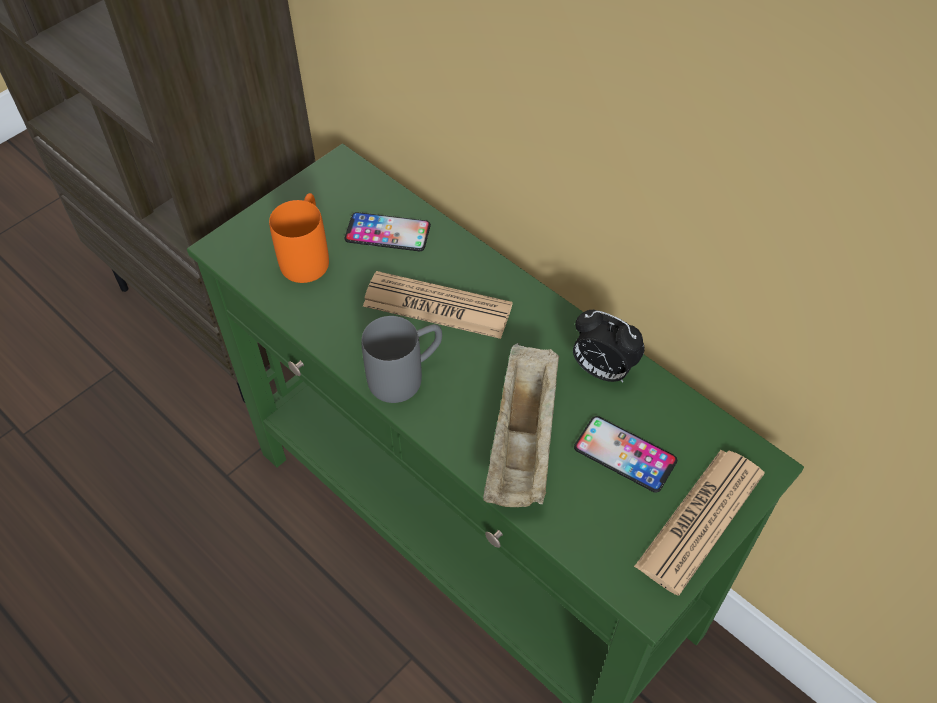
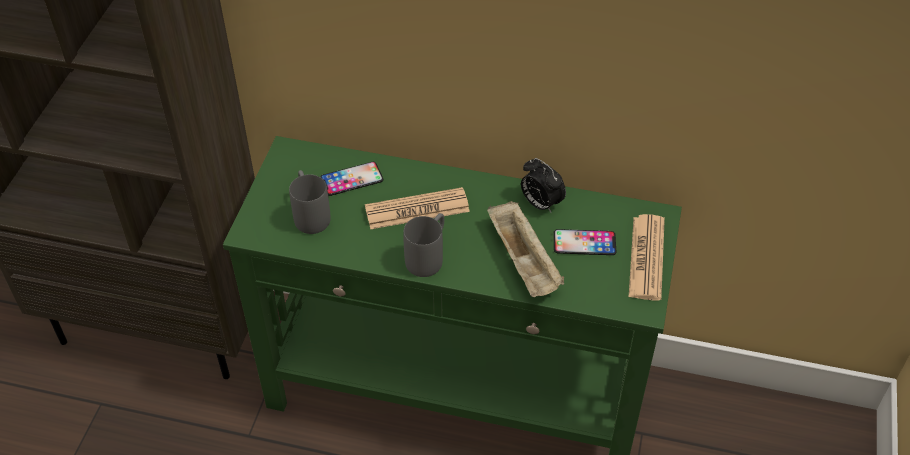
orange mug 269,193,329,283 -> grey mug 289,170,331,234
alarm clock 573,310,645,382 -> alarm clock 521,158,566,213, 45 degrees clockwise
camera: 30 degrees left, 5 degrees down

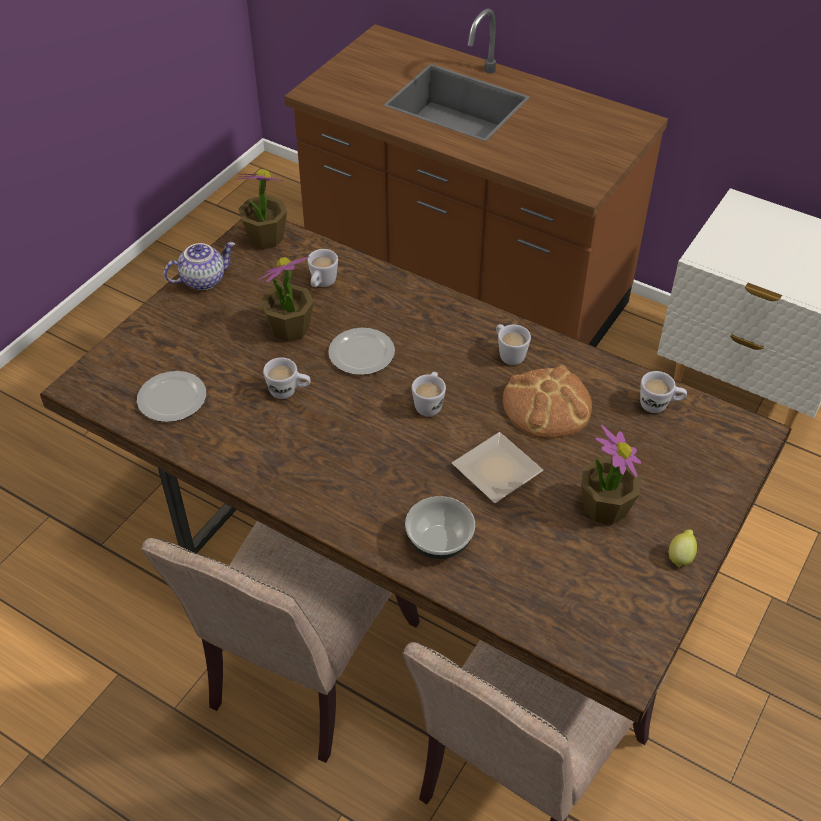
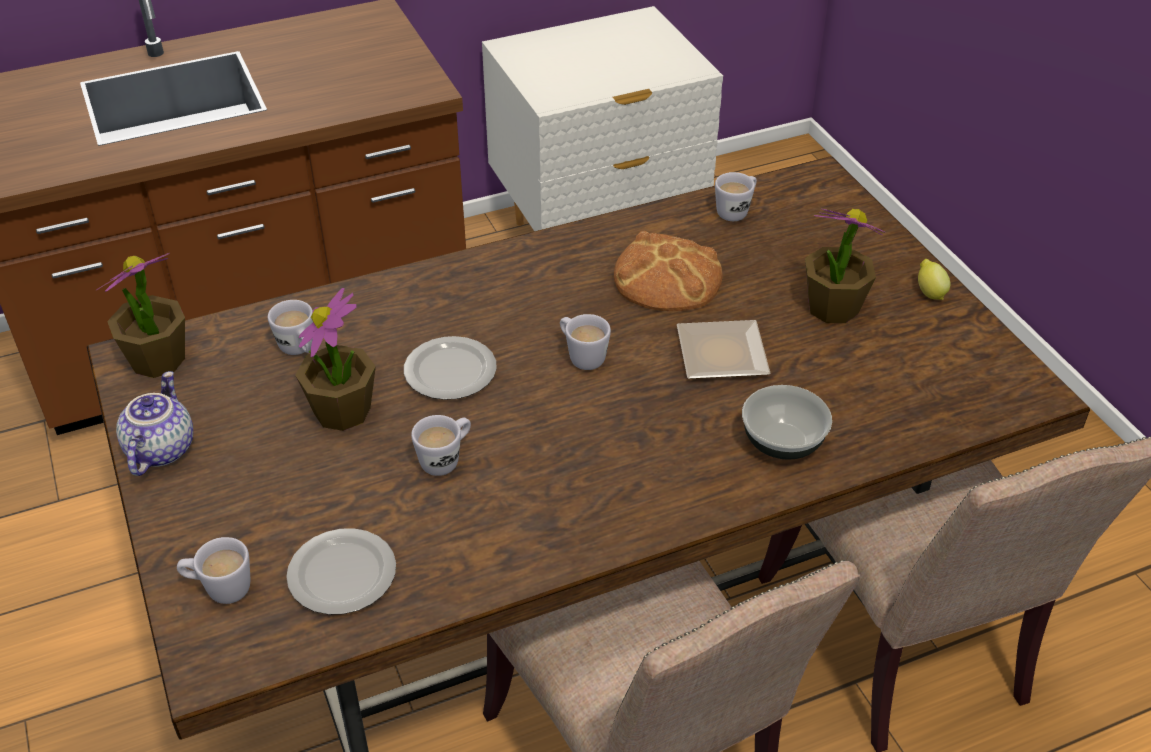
white mug 496,324,531,365 -> white mug 177,537,250,604, moved
camera: 55 degrees left, 5 degrees down

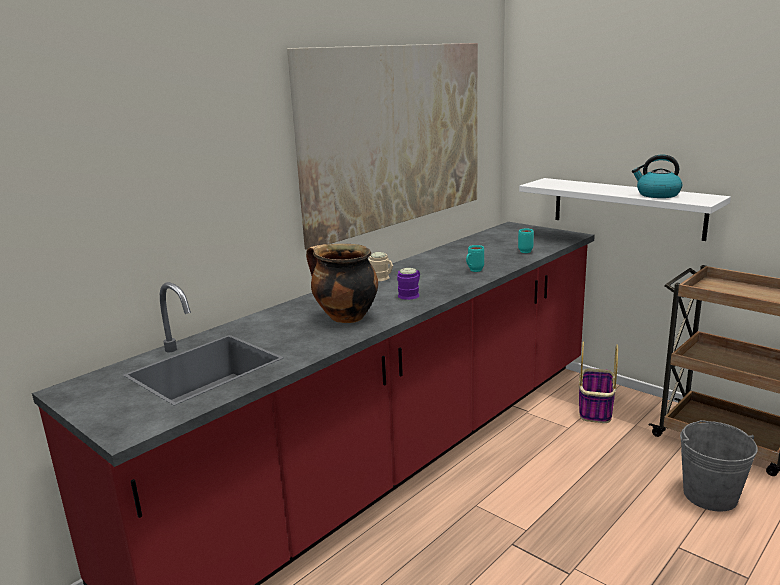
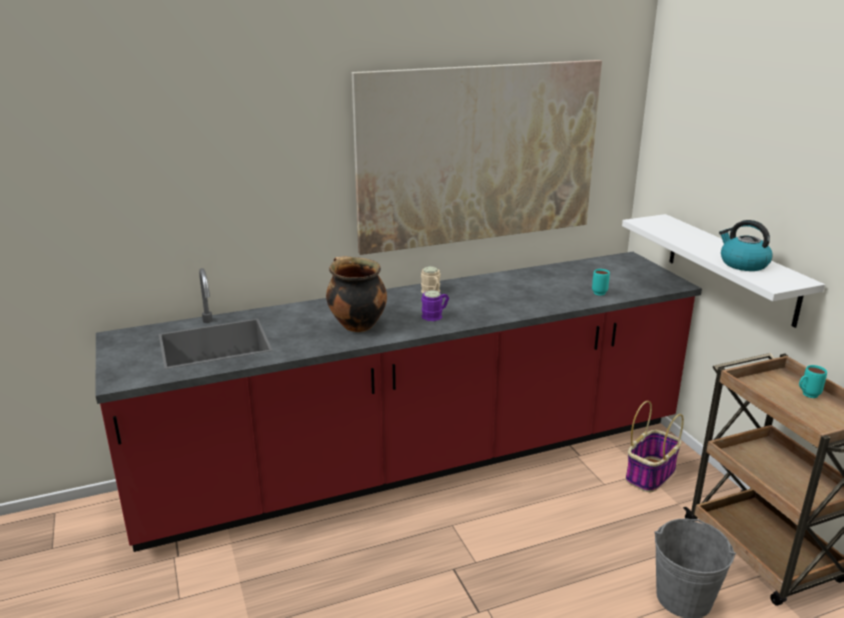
turquoise mug 466,245,484,272 -> turquoise mug 799,365,827,398, moved
camera: 25 degrees right, 5 degrees up

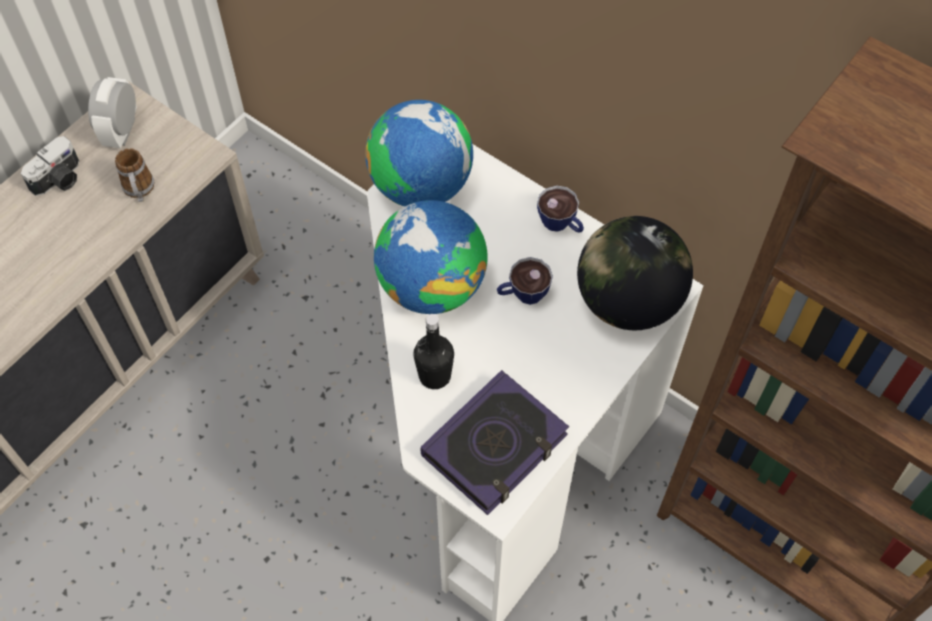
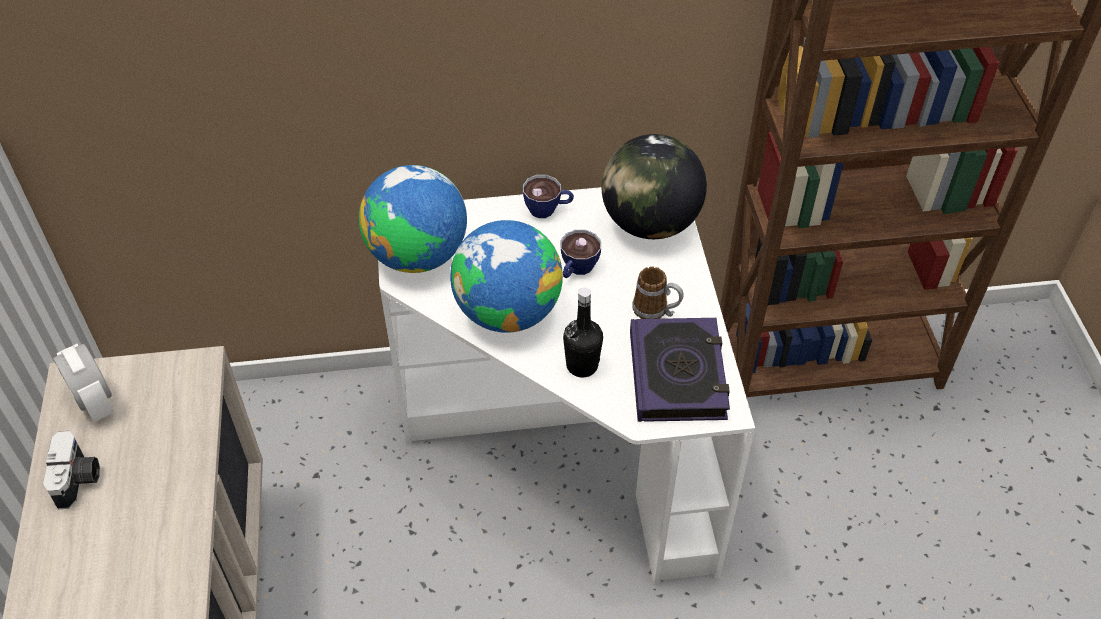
mug 115,148,155,202 -> mug 632,267,684,319, moved
camera: 45 degrees left, 10 degrees down

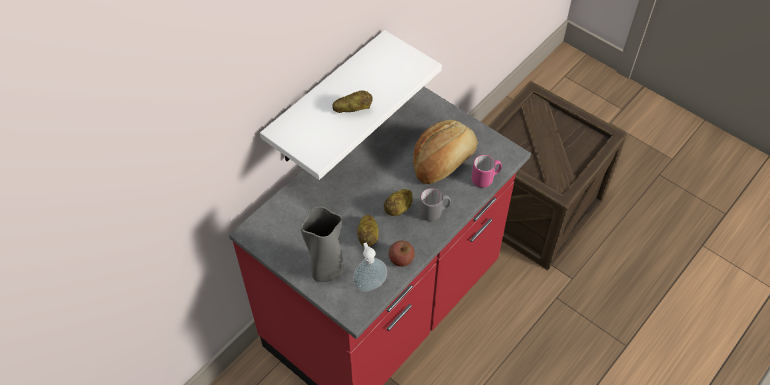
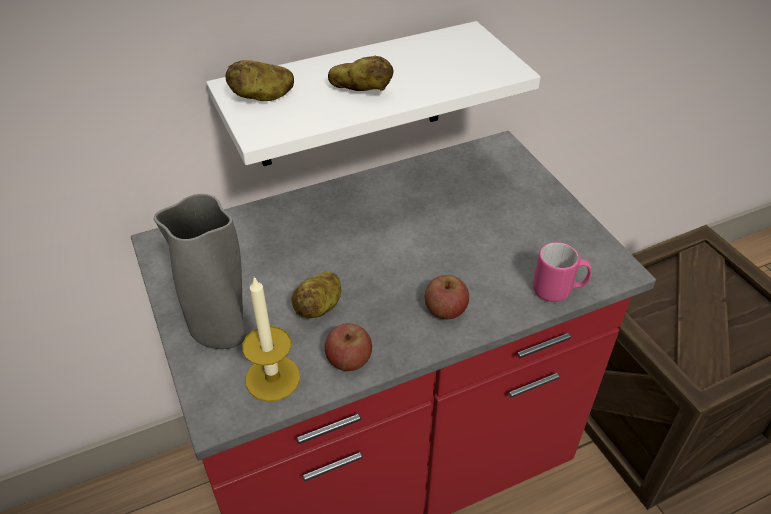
soap dispenser 353,243,387,292 -> candle 242,277,300,402
potato 384,189,412,216 -> potato 225,60,294,101, moved
bread 413,120,478,184 -> none
grey mug 419,188,451,221 -> apple 425,275,469,319
camera: 25 degrees right, 10 degrees down

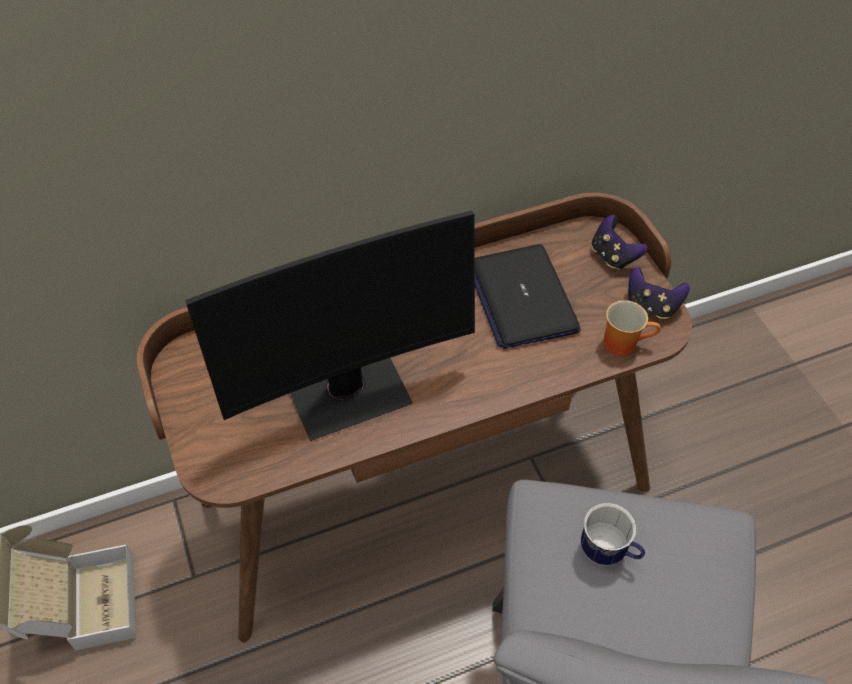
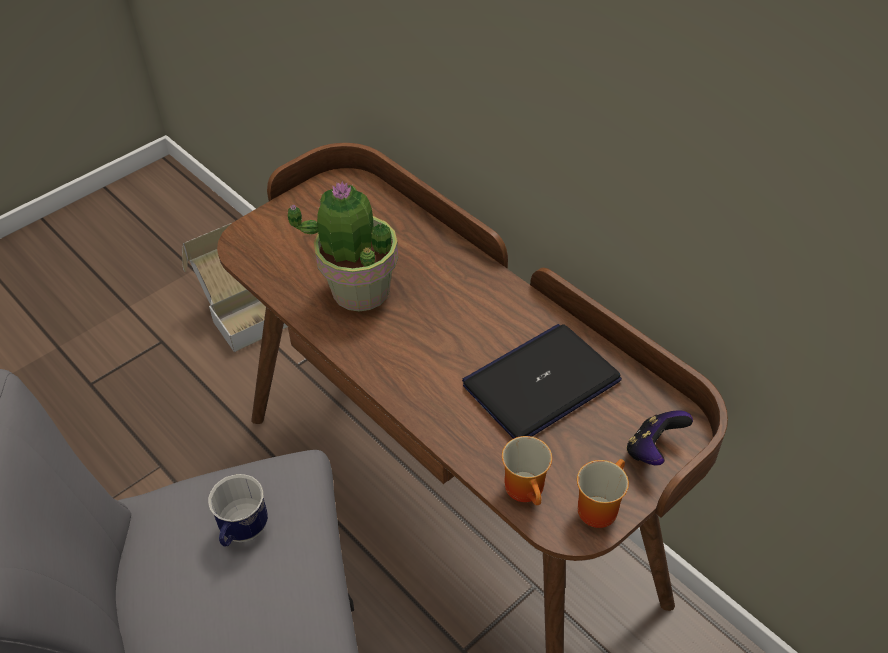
monitor 185,211,475,441 -> potted plant 288,181,398,312
game controller 628,267,690,319 -> mug 577,459,629,528
camera: 70 degrees right, 5 degrees down

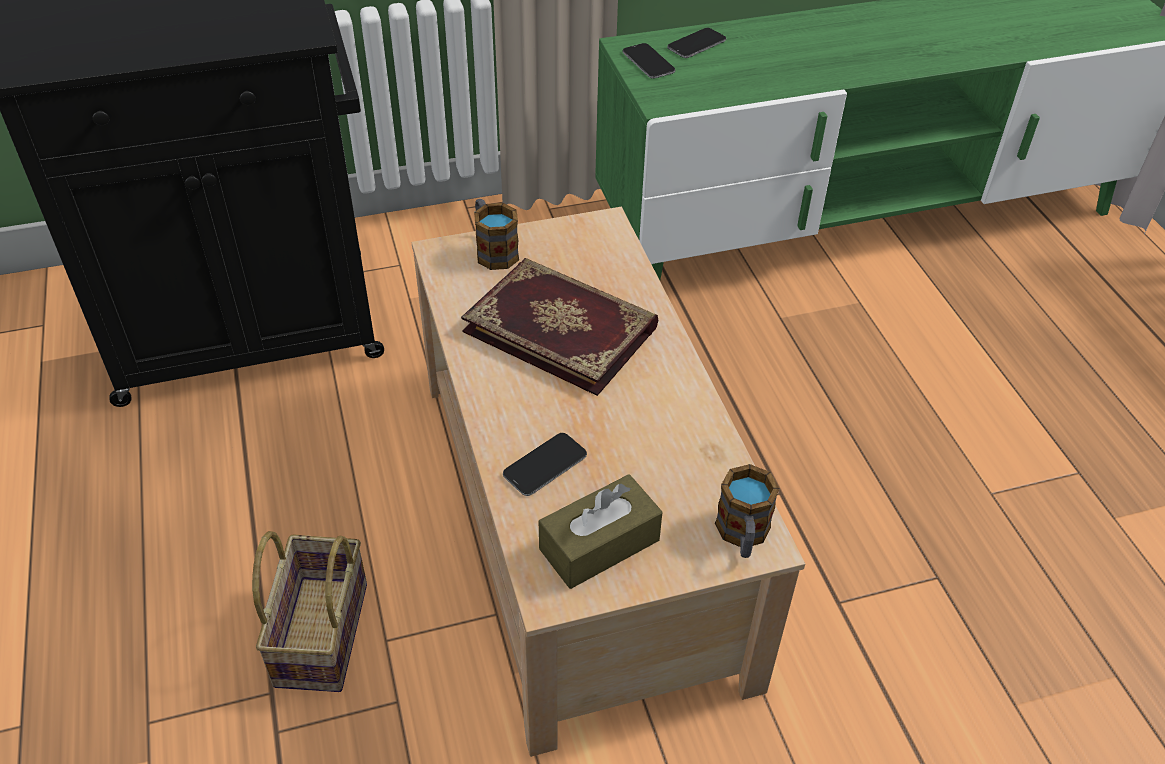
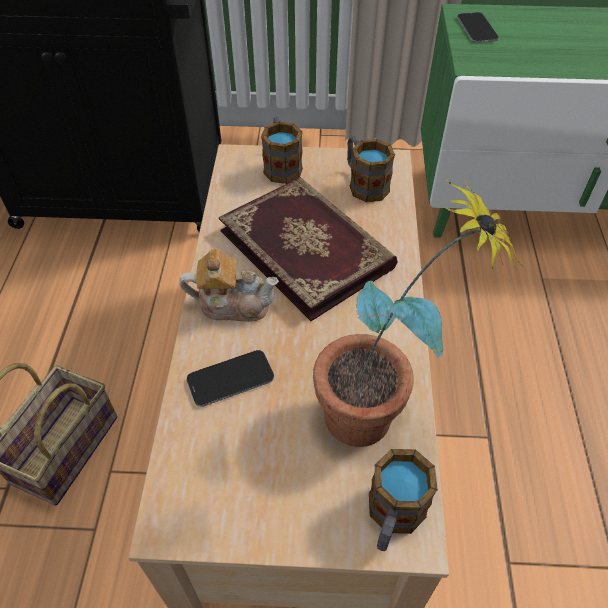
brown tissue box 539,474,663,589 -> none
phone 667,28,726,58 -> none
none -> teapot 179,248,279,322
none -> potted plant 313,178,521,447
none -> mug 347,136,395,202
camera: 20 degrees right, 5 degrees up

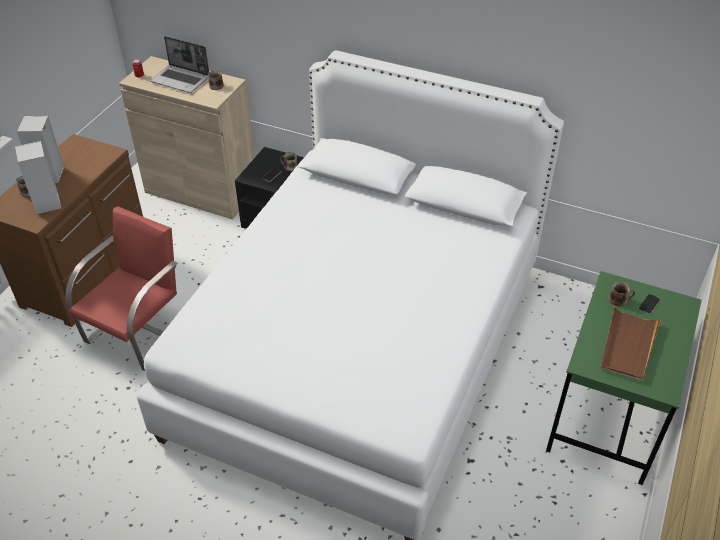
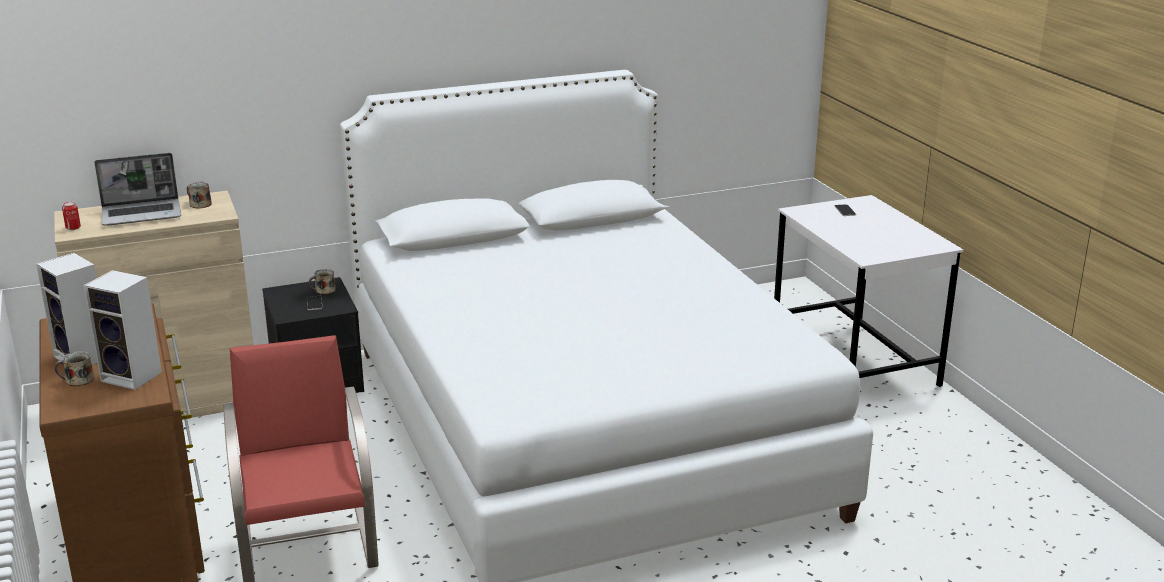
green desk 546,271,702,485 -> white desk 774,195,964,387
brown tray 600,305,661,382 -> none
mug 609,282,635,306 -> none
camera: 45 degrees left, 20 degrees down

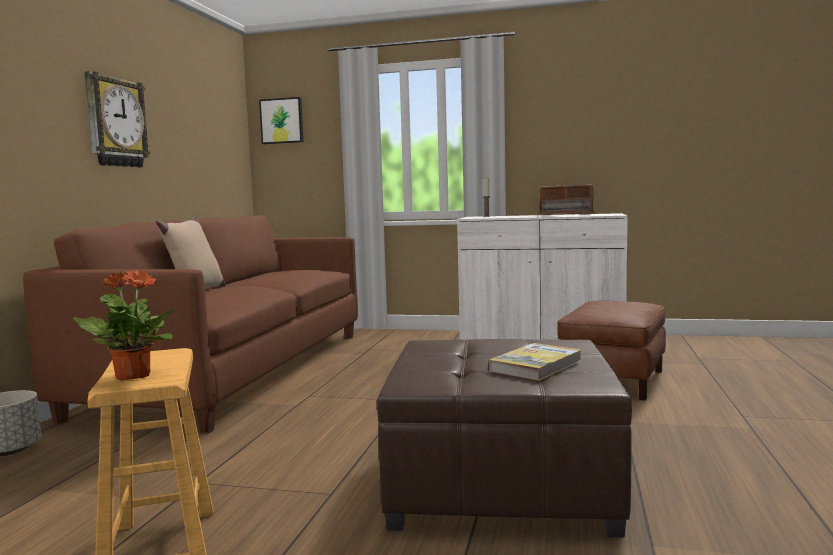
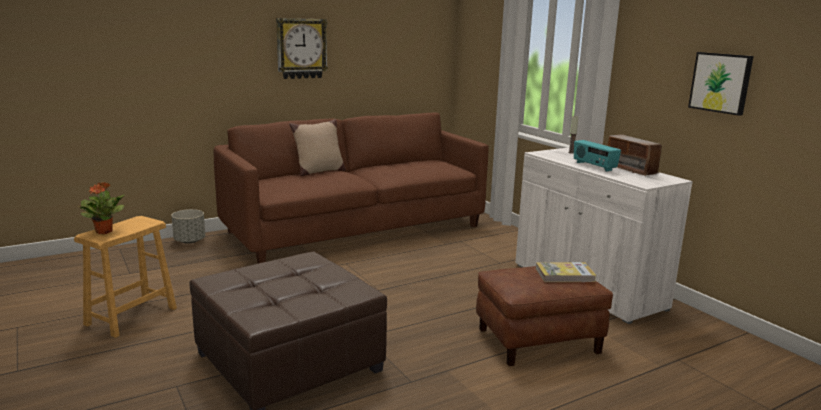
picture 259,97,304,144 -> picture 688,52,754,116, moved
book 489,343,582,381 -> book 536,262,597,282, moved
none -> radio 574,140,621,172
camera: 45 degrees right, 10 degrees up

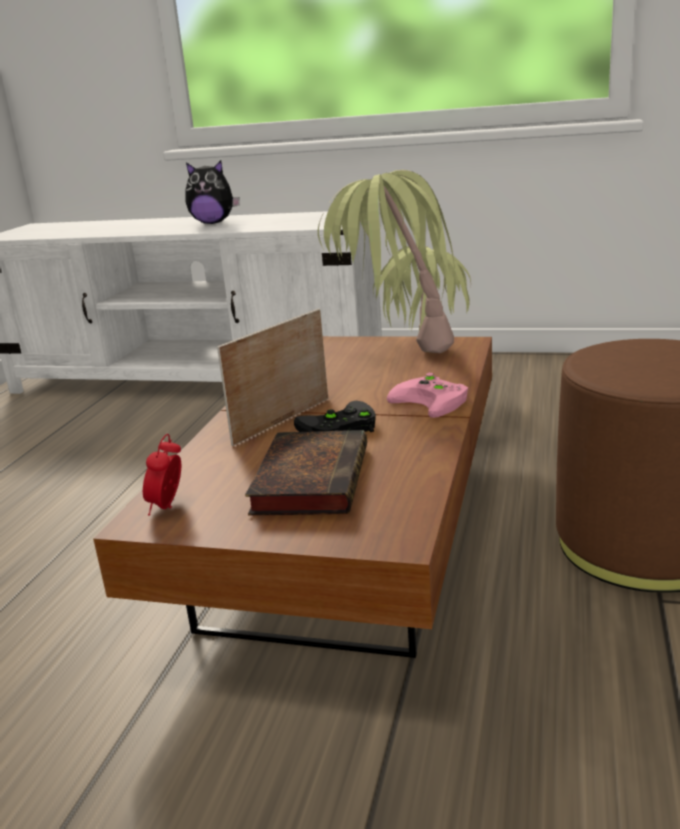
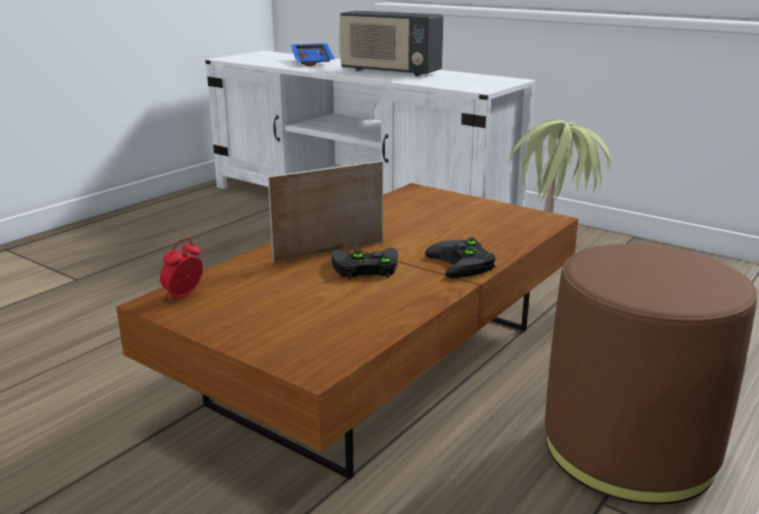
plush toy 186,160,240,224 -> radio 338,11,444,76
book 245,430,367,515 -> none
potted plant 318,170,455,353 -> none
pink game controller 387,373,468,418 -> black game controller 425,237,496,278
none -> blue tray 291,43,335,66
camera: 20 degrees right, 0 degrees up

